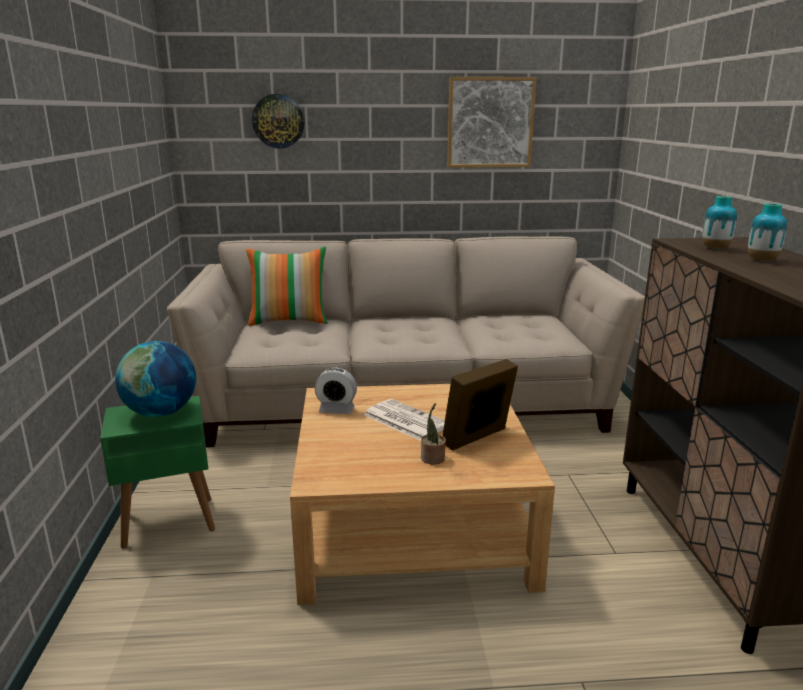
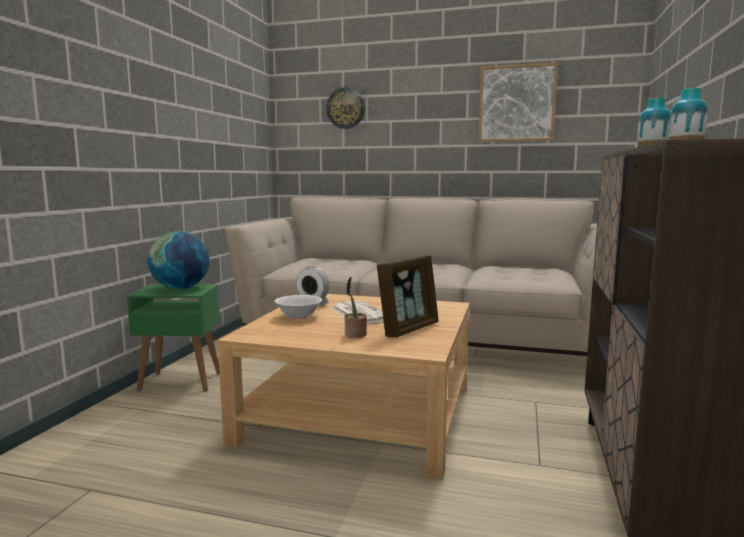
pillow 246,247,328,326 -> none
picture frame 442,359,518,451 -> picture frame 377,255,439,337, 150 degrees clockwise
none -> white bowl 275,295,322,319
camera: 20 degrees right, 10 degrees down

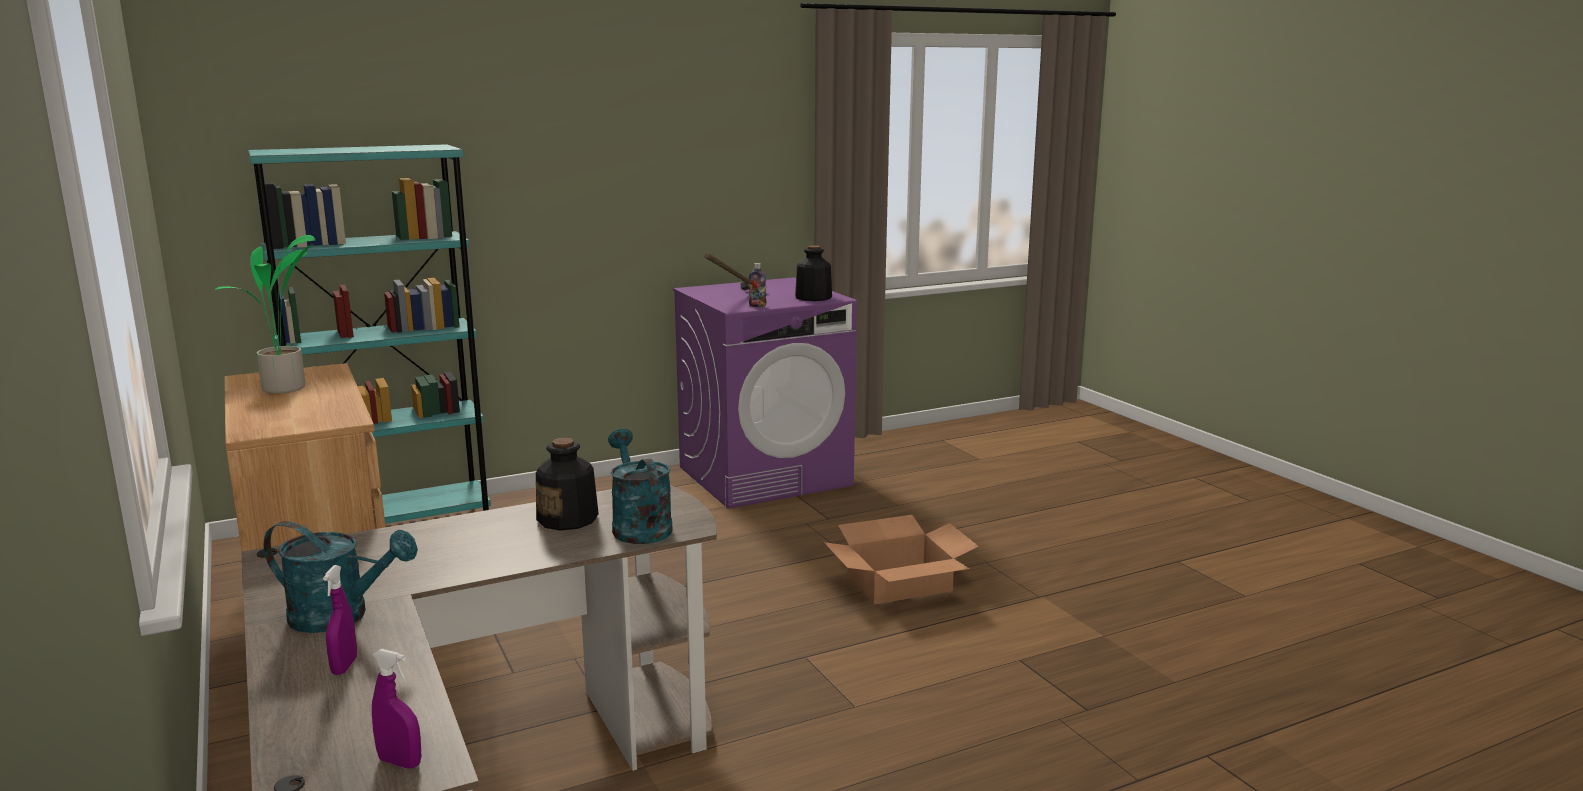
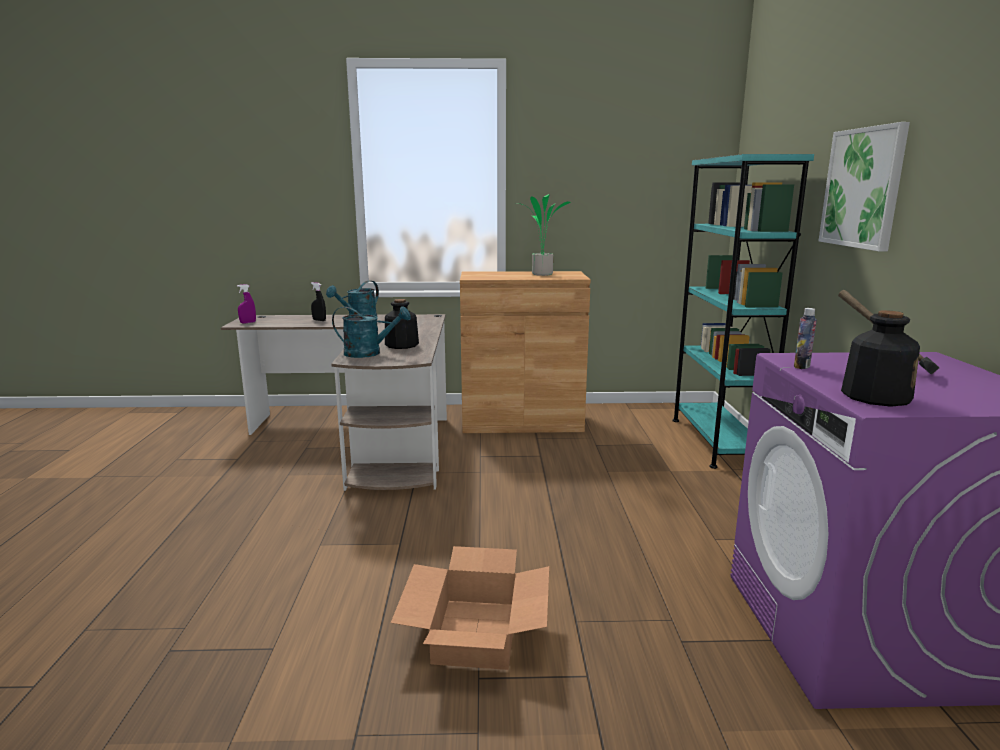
purple spray bottle 323,565,357,675 -> black spray bottle 311,282,326,321
none -> picture 819,122,910,252
camera: 115 degrees right, 0 degrees up

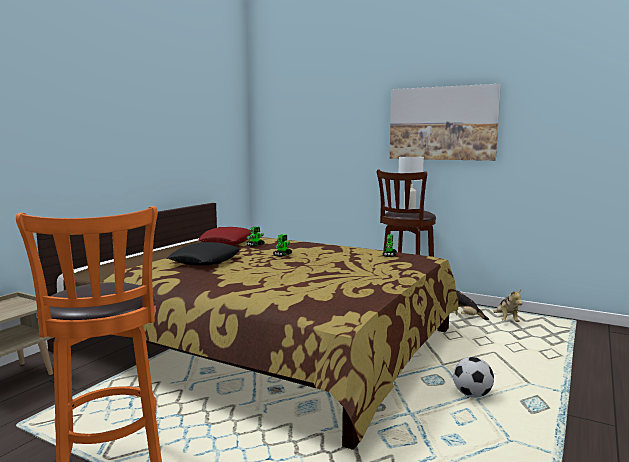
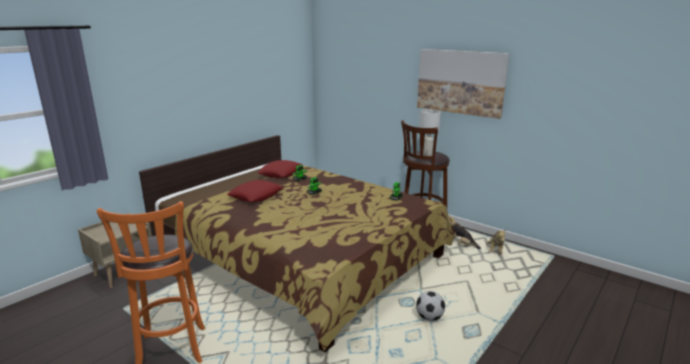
black pillow 167,242,240,266 -> red pillow 227,180,283,202
camera: 10 degrees right, 10 degrees up

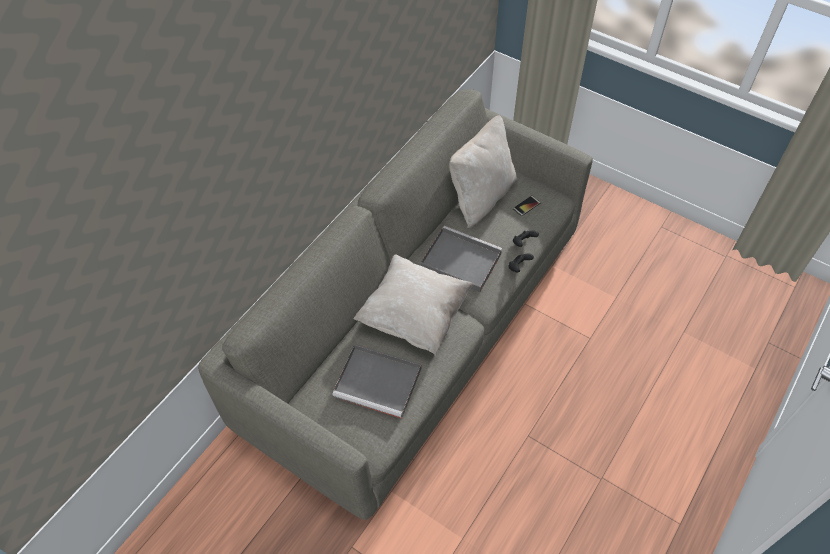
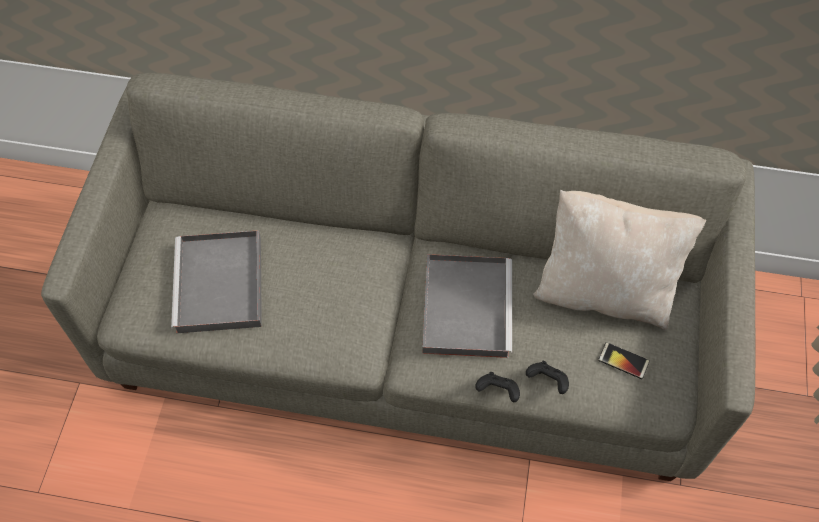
beige pillow 353,255,474,356 -> none
camera: 65 degrees right, 5 degrees up

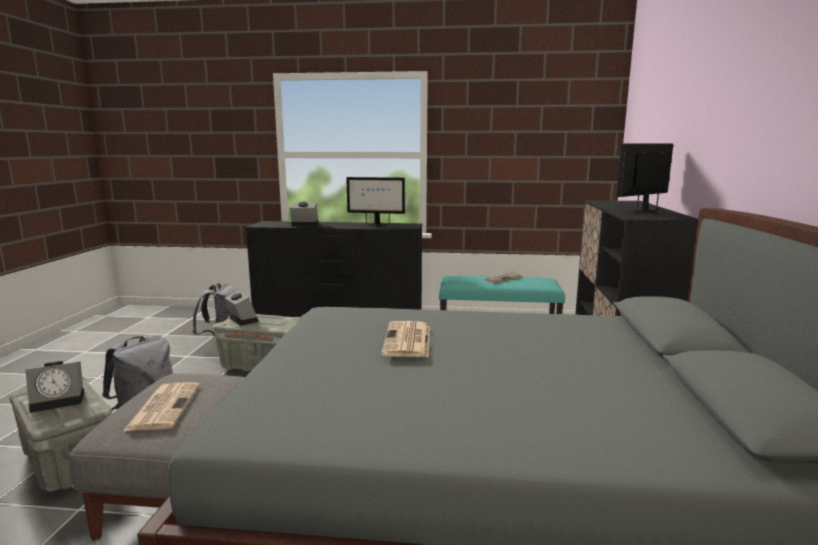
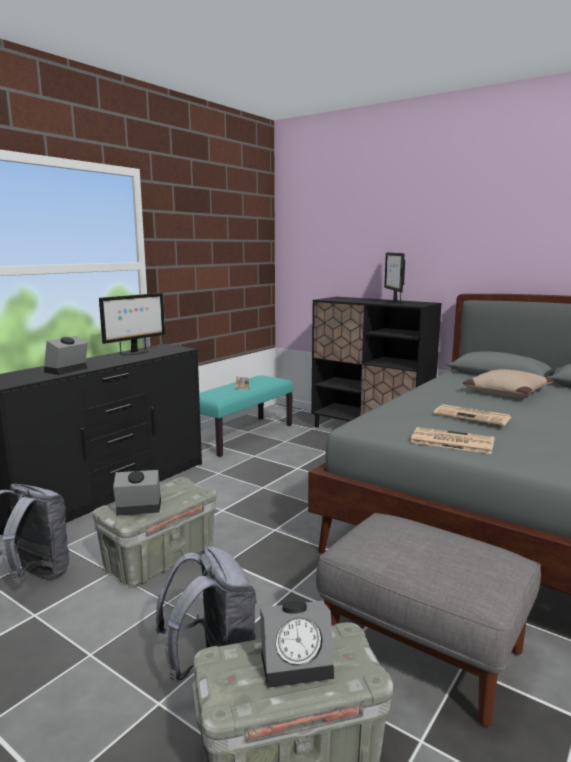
alarm clock 25,361,85,413 -> alarm clock 260,601,334,688, 75 degrees clockwise
newspaper 123,382,200,431 -> newspaper 410,427,495,454, moved
none -> beige pillow 463,369,553,397
camera: 60 degrees left, 0 degrees up

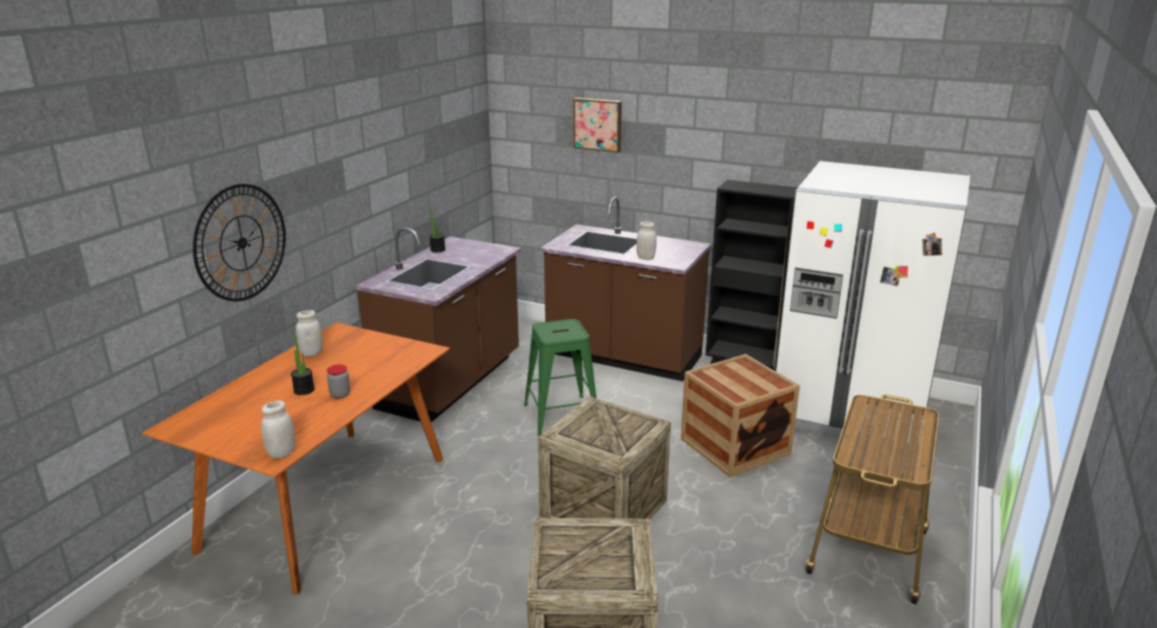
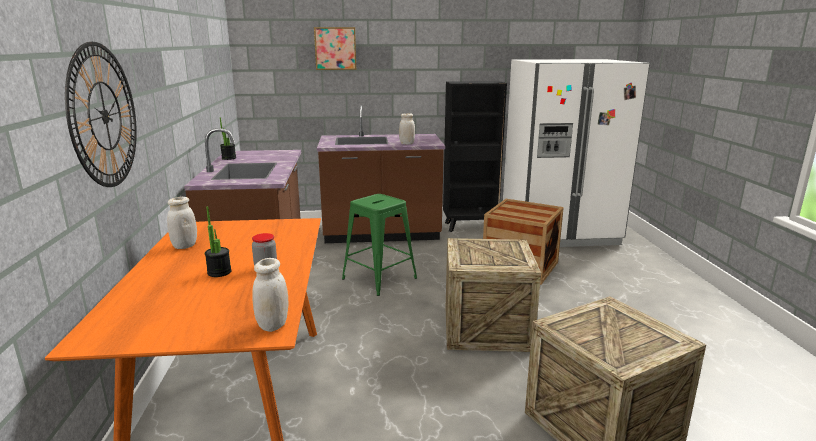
cart 806,395,940,604 -> none
camera: 30 degrees left, 5 degrees down

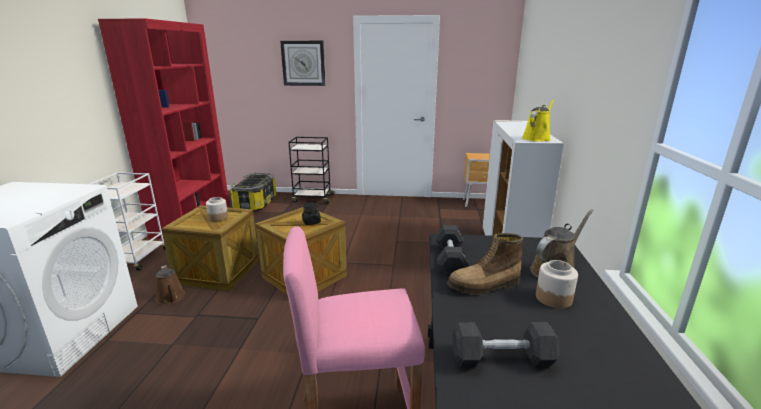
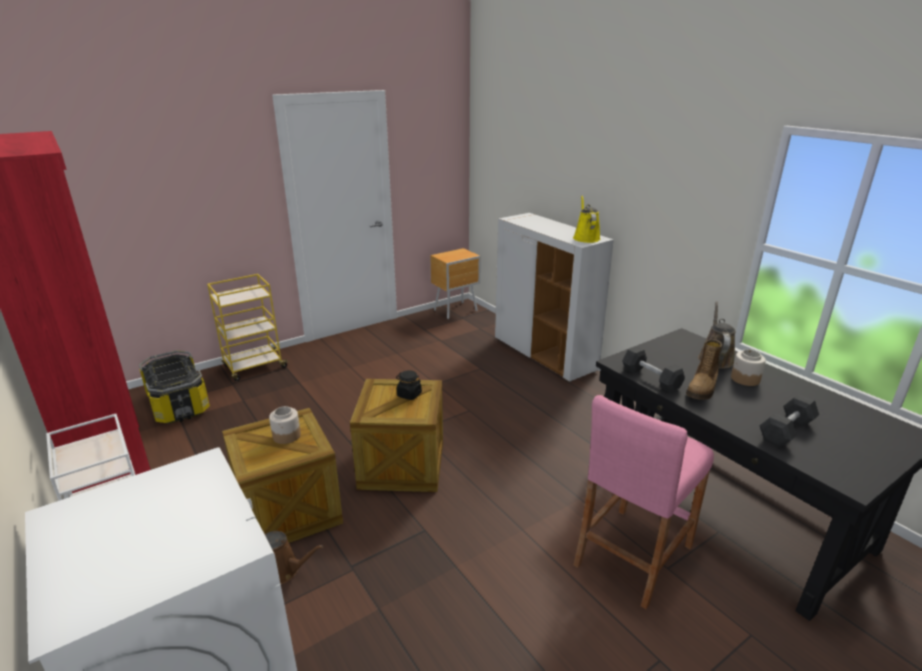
wall clock 280,41,326,86 -> none
black cart 289,137,335,204 -> yellow cart 207,274,288,381
camera: 40 degrees left, 5 degrees up

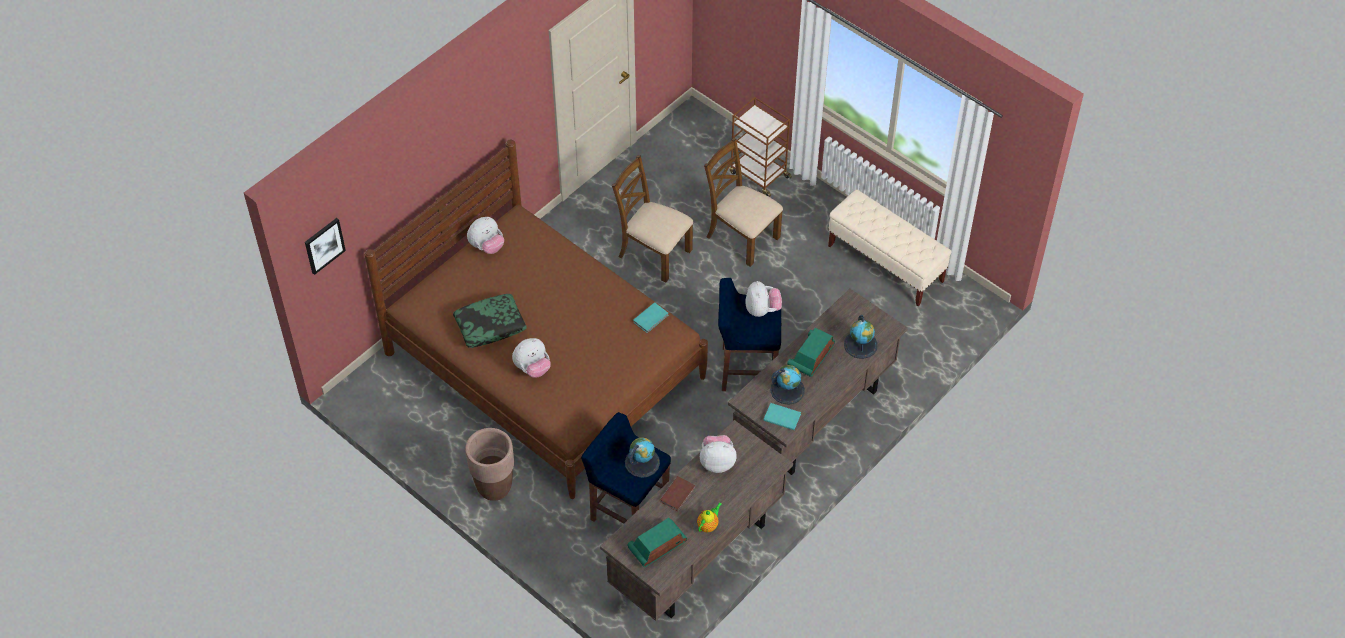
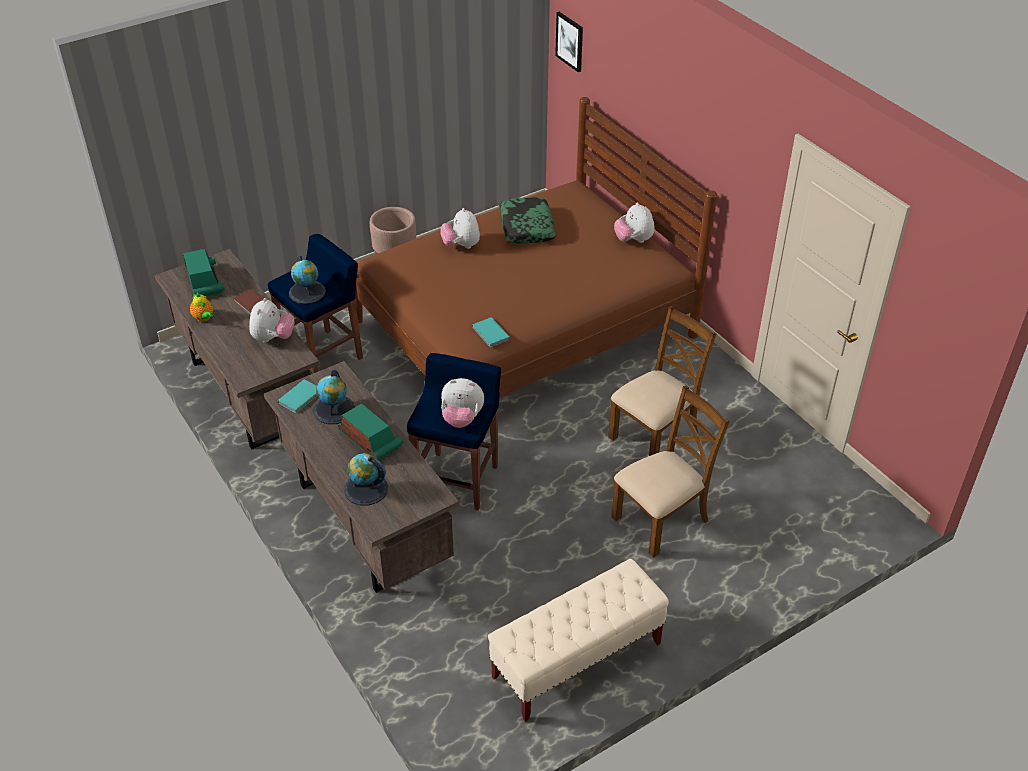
brown cart 729,97,792,197 -> none
camera: 105 degrees right, 10 degrees down

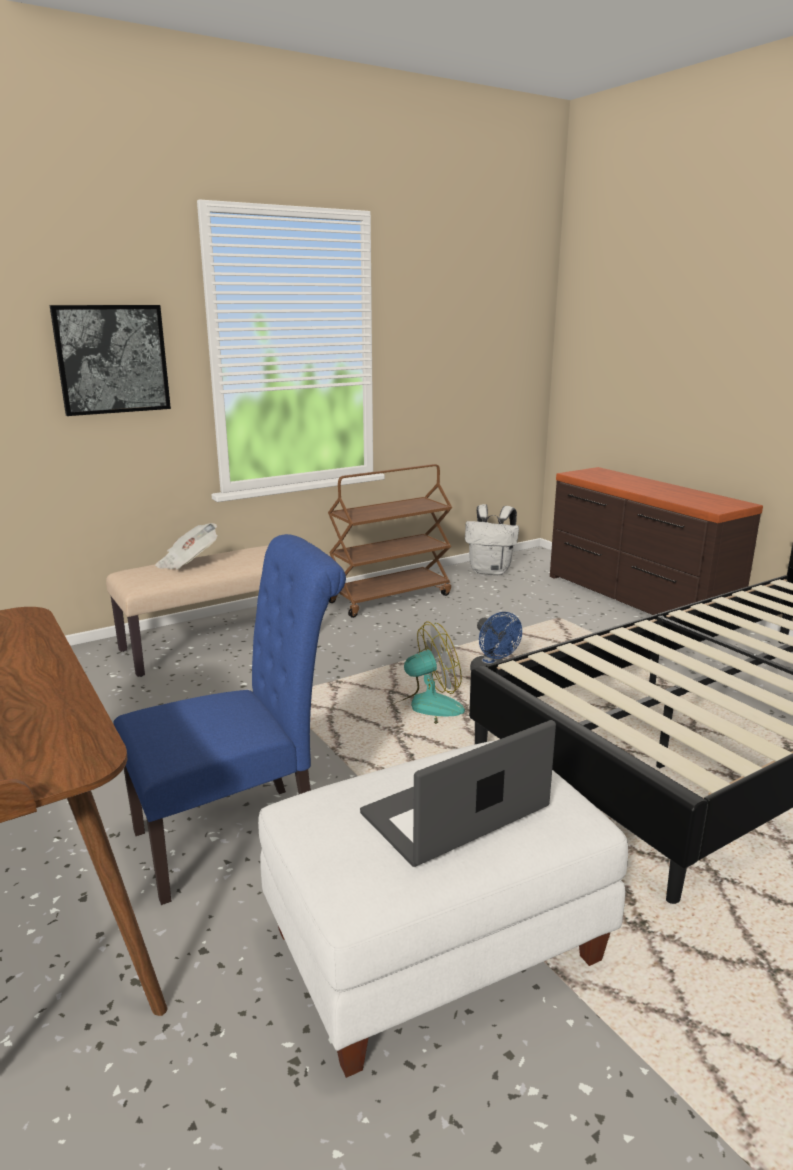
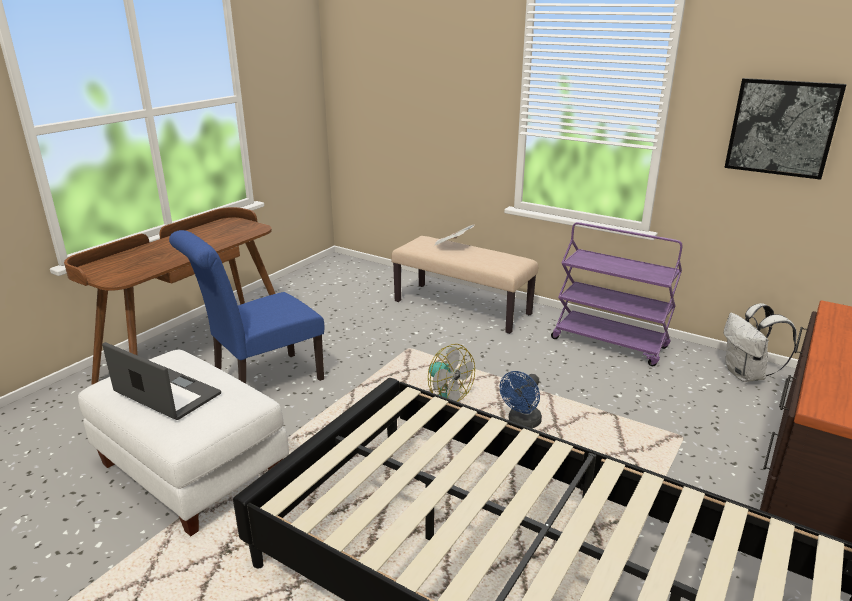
picture 50,305,171,416 -> picture 724,78,847,180, moved
blue chair 113,534,346,905 -> blue chair 169,230,324,384, 105 degrees clockwise
brown cart 328,464,452,618 -> purple cart 551,222,682,366
camera: 65 degrees right, 5 degrees up

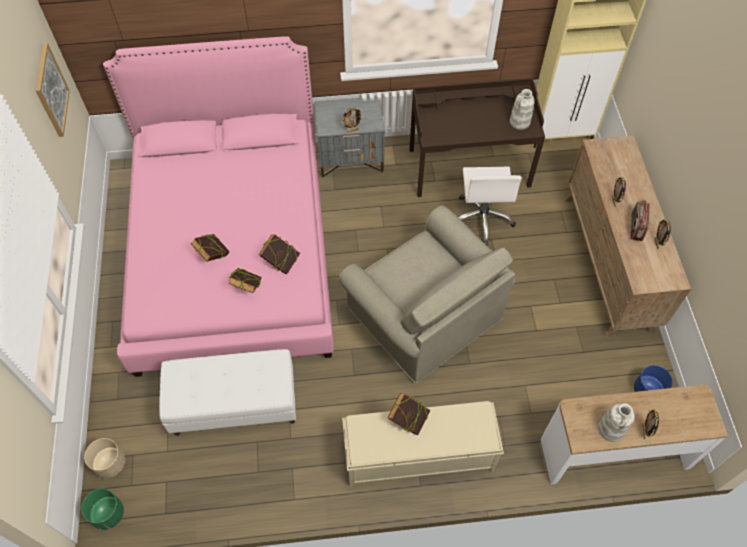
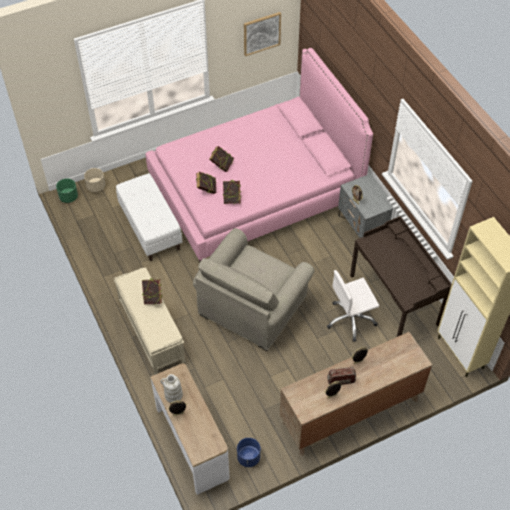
white vase 510,89,535,130 -> none
camera: 70 degrees right, 5 degrees down

